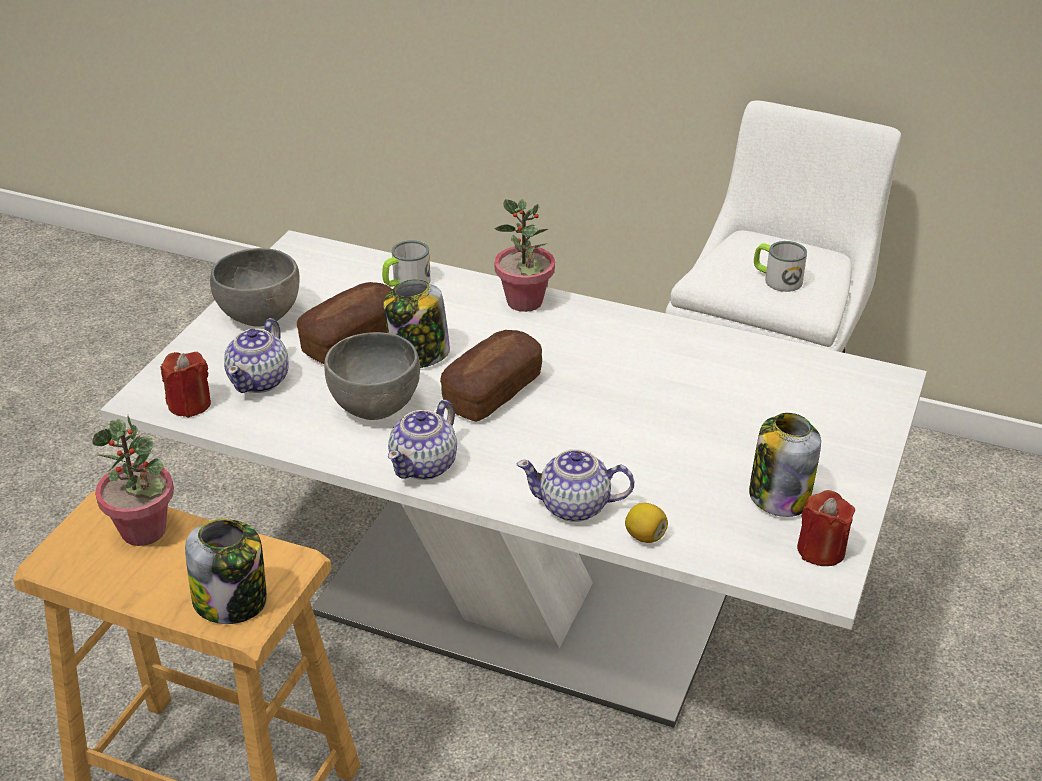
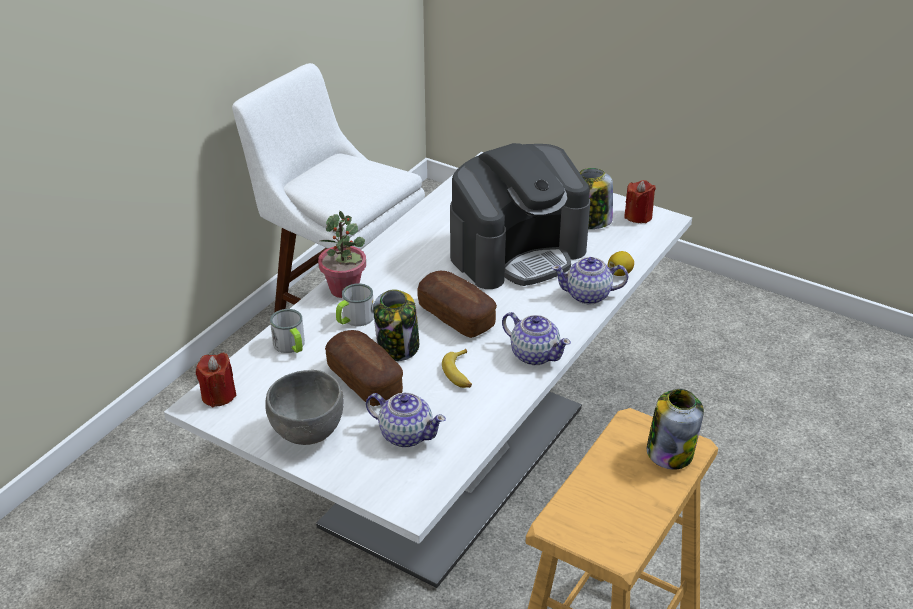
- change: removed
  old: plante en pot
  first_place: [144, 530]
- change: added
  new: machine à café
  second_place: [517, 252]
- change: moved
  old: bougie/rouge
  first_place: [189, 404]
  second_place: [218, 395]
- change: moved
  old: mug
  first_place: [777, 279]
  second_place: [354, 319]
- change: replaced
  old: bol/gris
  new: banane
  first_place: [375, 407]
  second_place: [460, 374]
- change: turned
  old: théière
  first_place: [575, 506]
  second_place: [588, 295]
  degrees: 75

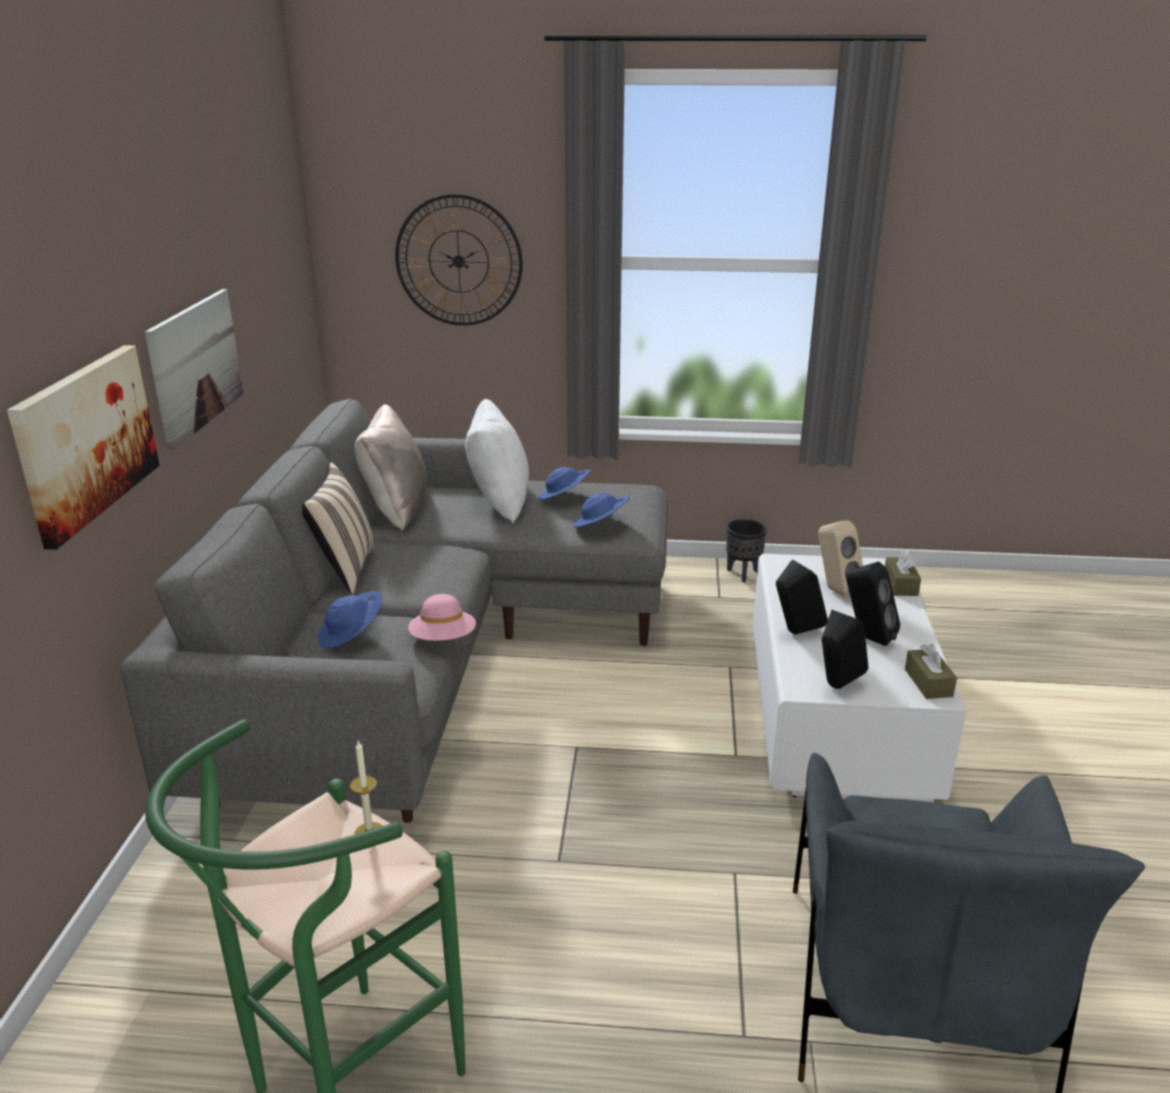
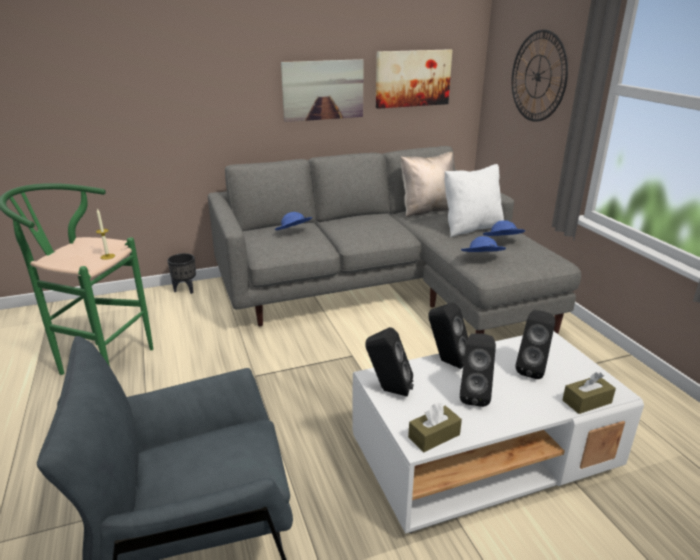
- change: removed
  old: coussin/beige
  first_place: [344, 570]
- change: removed
  old: chapeau/rose
  first_place: [443, 640]
- change: moved
  old: tableau
  first_place: [86, 440]
  second_place: [412, 78]
- change: moved
  old: cache-pot/noir
  first_place: [742, 574]
  second_place: [186, 289]
- change: recoloured
  old: enceinte/beige
  new: enceinte/noir
  first_place: [835, 591]
  second_place: [532, 369]

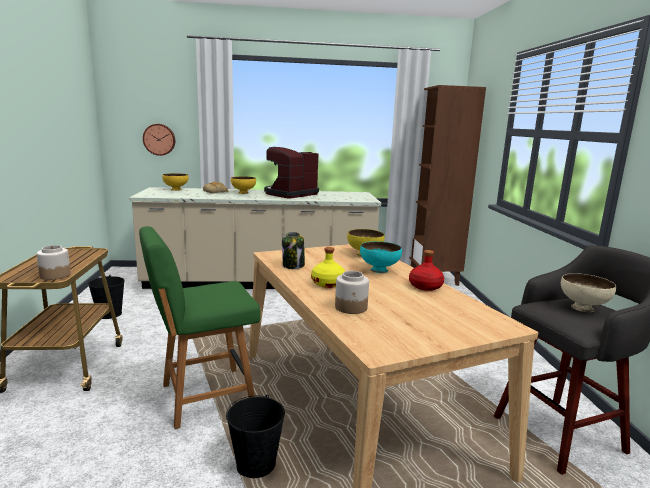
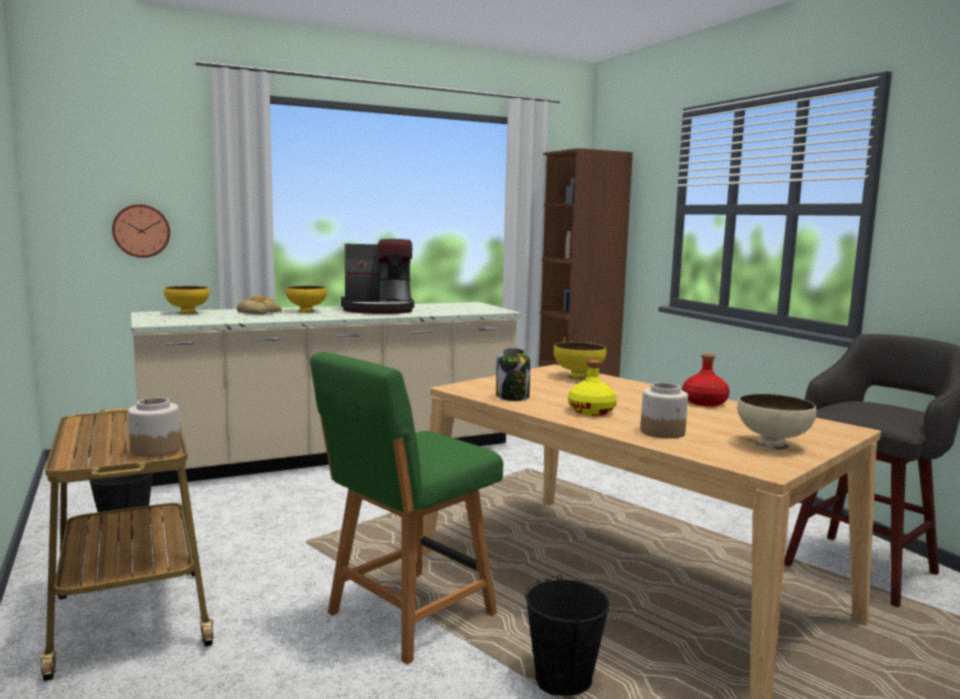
- change: removed
  old: bol/turquoise
  first_place: [379, 270]
- change: moved
  old: bol/beige
  first_place: [583, 308]
  second_place: [773, 445]
- change: turned
  old: machine à café
  first_place: [290, 194]
  second_place: [378, 309]
  degrees: -120

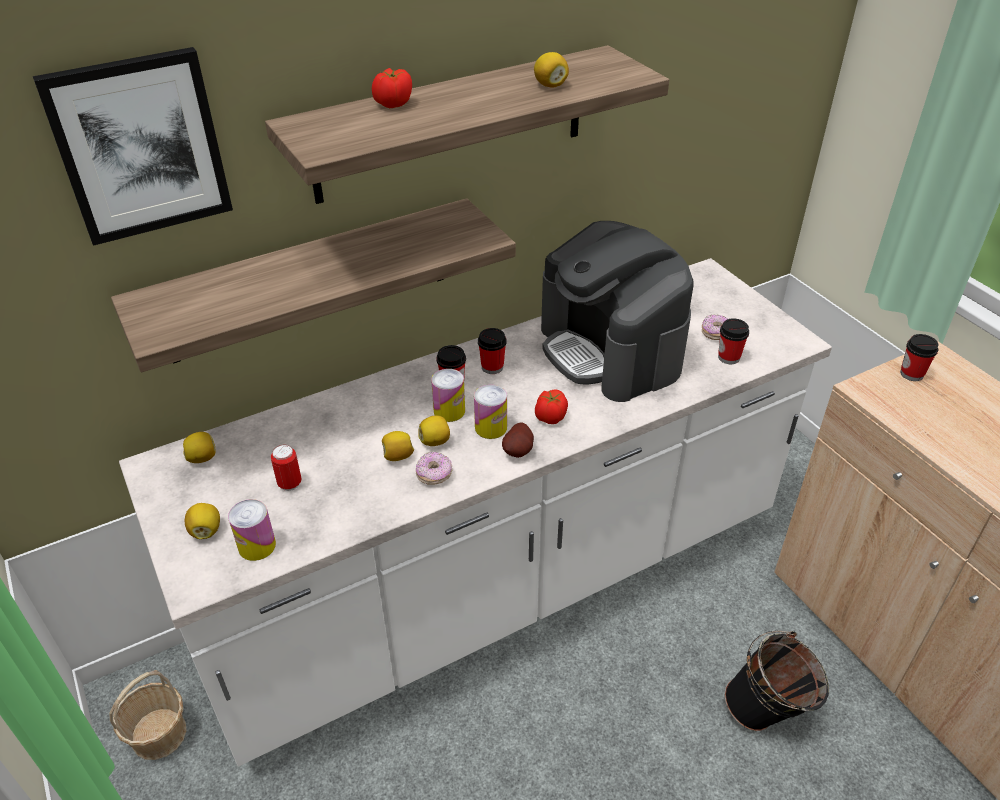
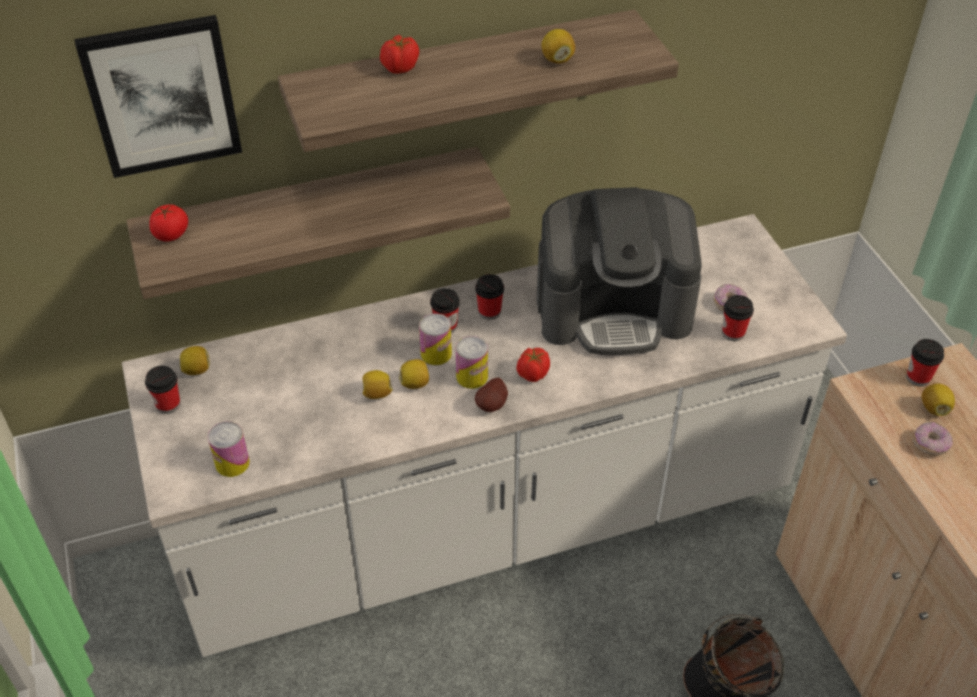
- change: removed
  old: panier
  first_place: [159, 734]
- change: removed
  old: boîte métallique
  first_place: [290, 484]
- change: added
  new: tasse
  second_place: [168, 404]
- change: added
  new: tomate
  second_place: [171, 234]
- change: moved
  old: citron
  first_place: [206, 531]
  second_place: [934, 408]
- change: moved
  old: beignet
  first_place: [434, 475]
  second_place: [930, 444]
- change: turned
  old: machine à café
  first_place: [611, 350]
  second_place: [614, 309]
  degrees: -75

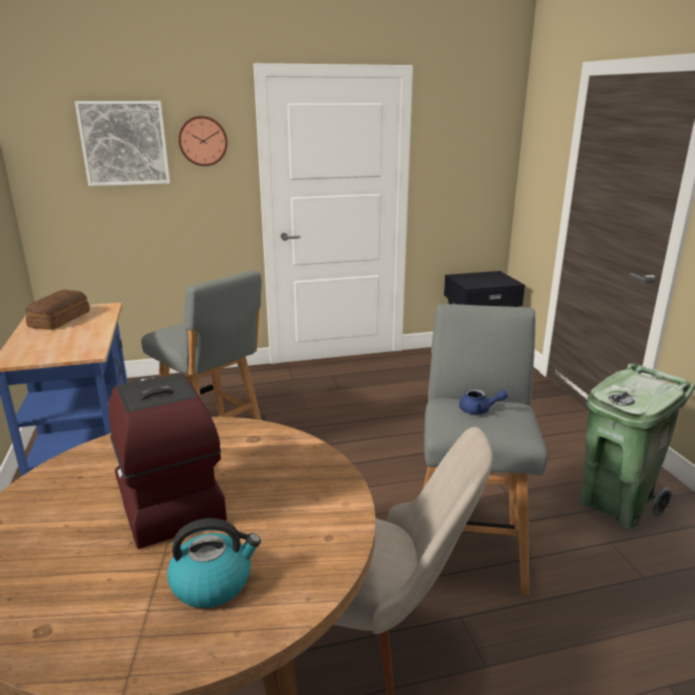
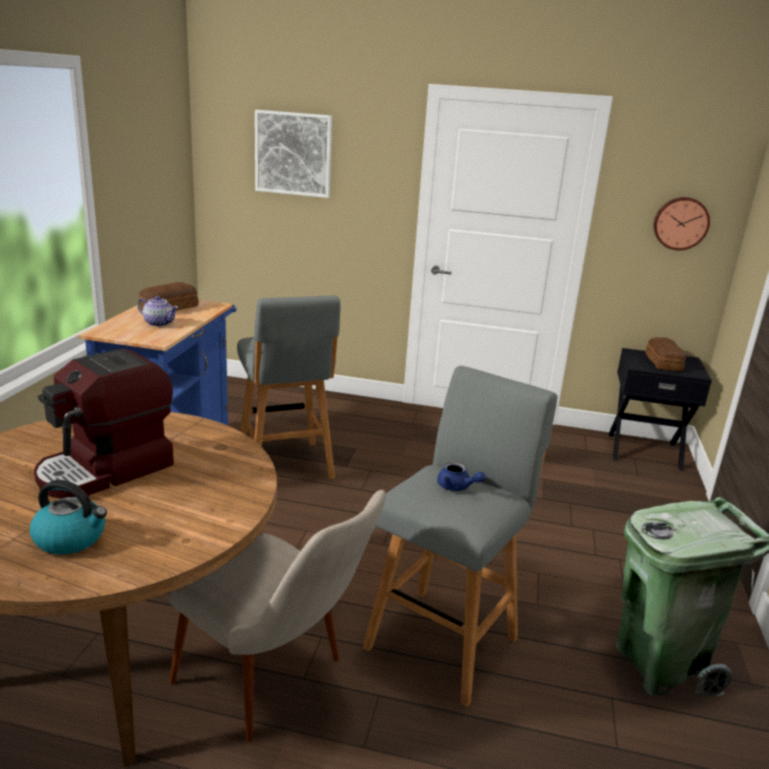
- change: added
  new: théière
  second_place: [159, 323]
- change: added
  new: pain
  second_place: [664, 362]
- change: moved
  old: horloge murale
  first_place: [203, 141]
  second_place: [680, 223]
- change: turned
  old: machine à café
  first_place: [166, 499]
  second_place: [107, 470]
  degrees: -135

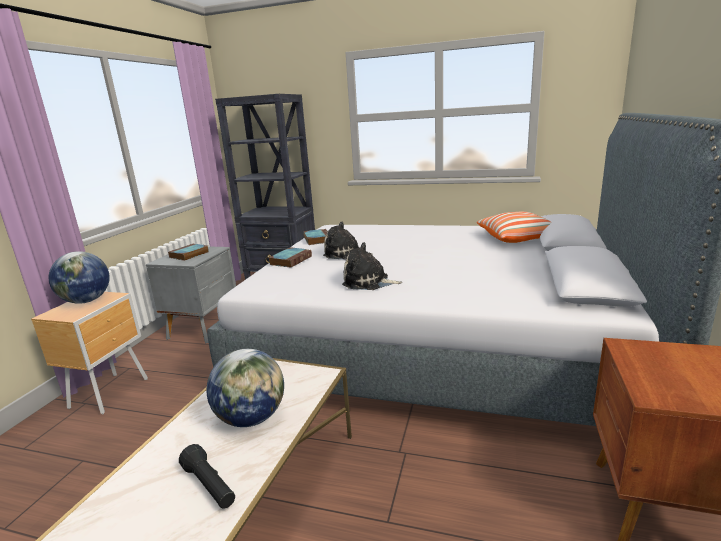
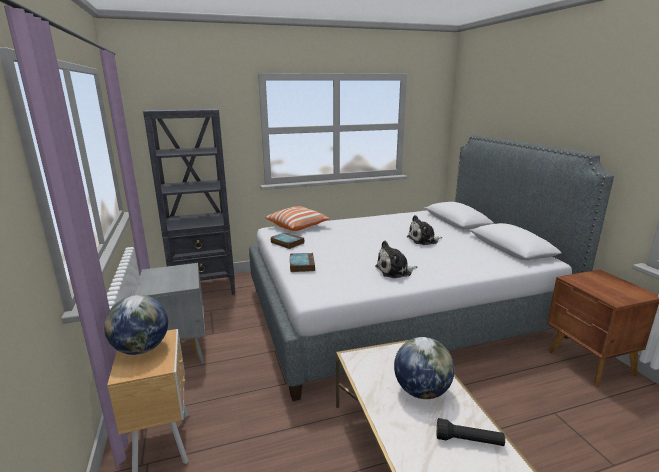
- change: removed
  old: livre
  first_place: [189, 255]
- change: moved
  old: peluche
  first_place: [345, 254]
  second_place: [424, 240]
- change: moved
  old: coussin
  first_place: [518, 238]
  second_place: [298, 226]

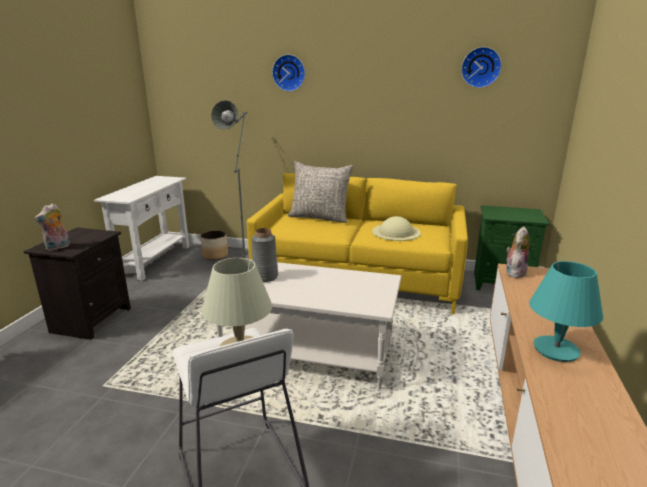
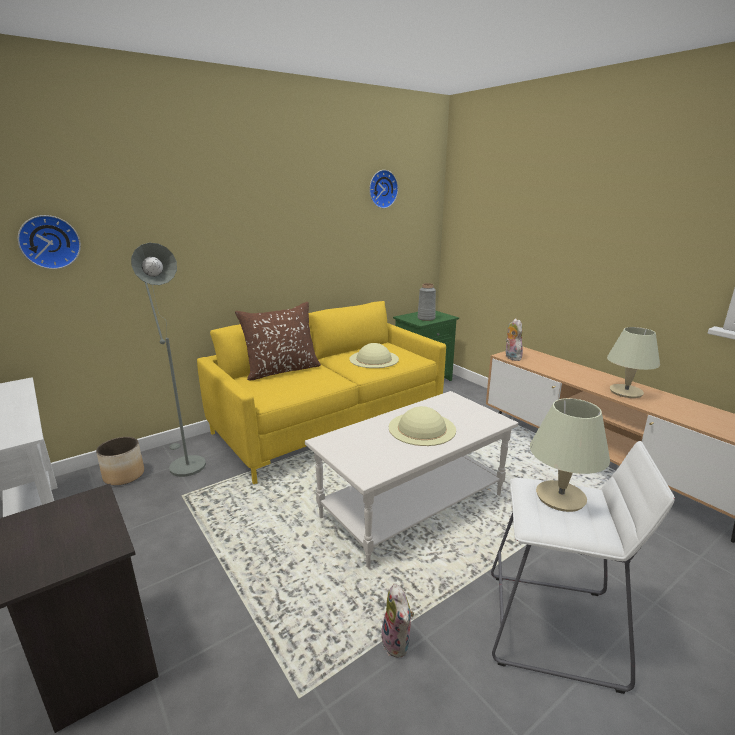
- change: added
  new: chapeau/beige
  second_place: [422, 428]
- change: moved
  old: peluche
  first_place: [58, 248]
  second_place: [398, 643]
- change: moved
  old: vase/gris
  first_place: [265, 276]
  second_place: [426, 318]
- change: moved
  old: horloge murale
  first_place: [289, 73]
  second_place: [49, 242]
- change: recoloured
  old: coussin/gris
  new: coussin/marron
  first_place: [319, 217]
  second_place: [281, 370]
- change: recoloured
  old: lampe de table/turquoise
  new: lampe de table/beige
  first_place: [556, 349]
  second_place: [625, 392]

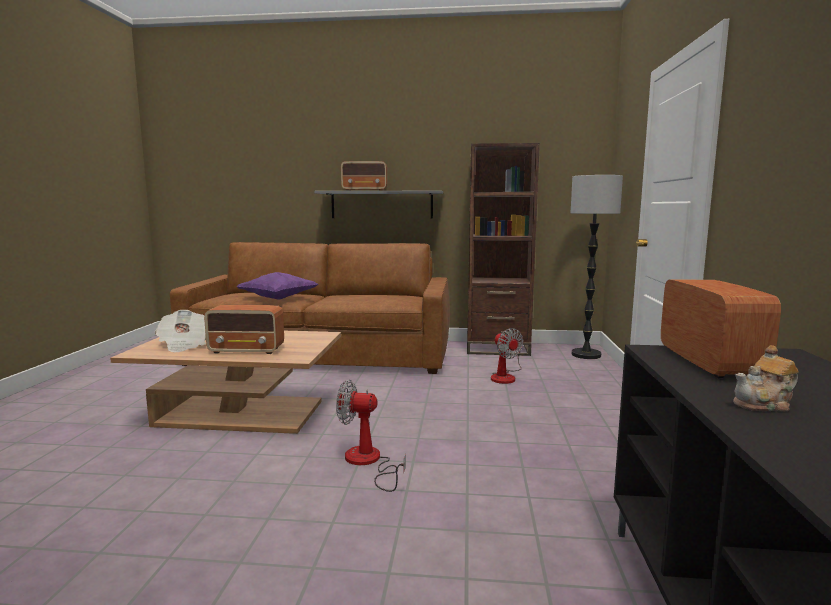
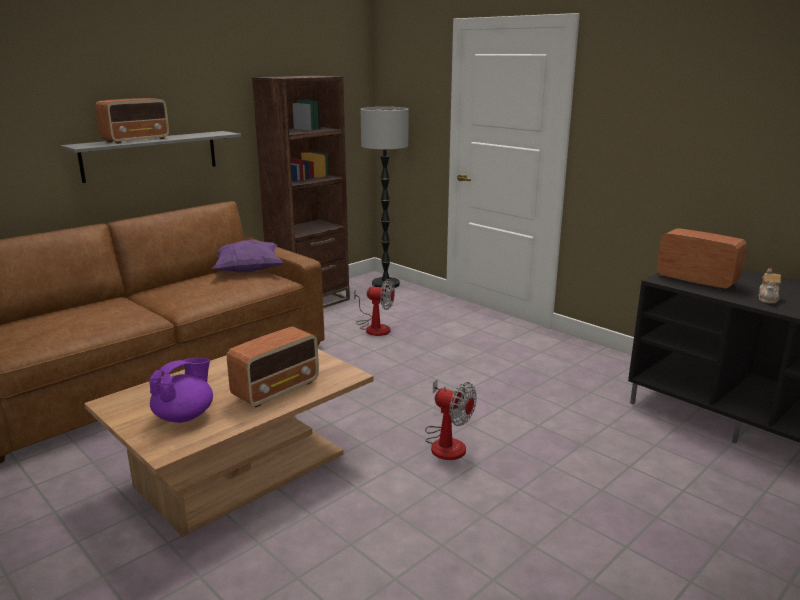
- change: moved
  old: coussin/violet
  first_place: [278, 298]
  second_place: [247, 271]
- change: replaced
  old: journal
  new: théière/violet
  first_place: [184, 345]
  second_place: [185, 416]
- change: turned
  old: ventilateur
  first_place: [368, 462]
  second_place: [446, 442]
  degrees: -105

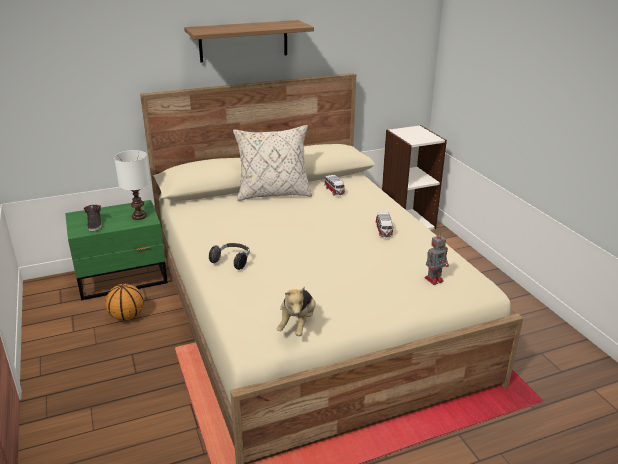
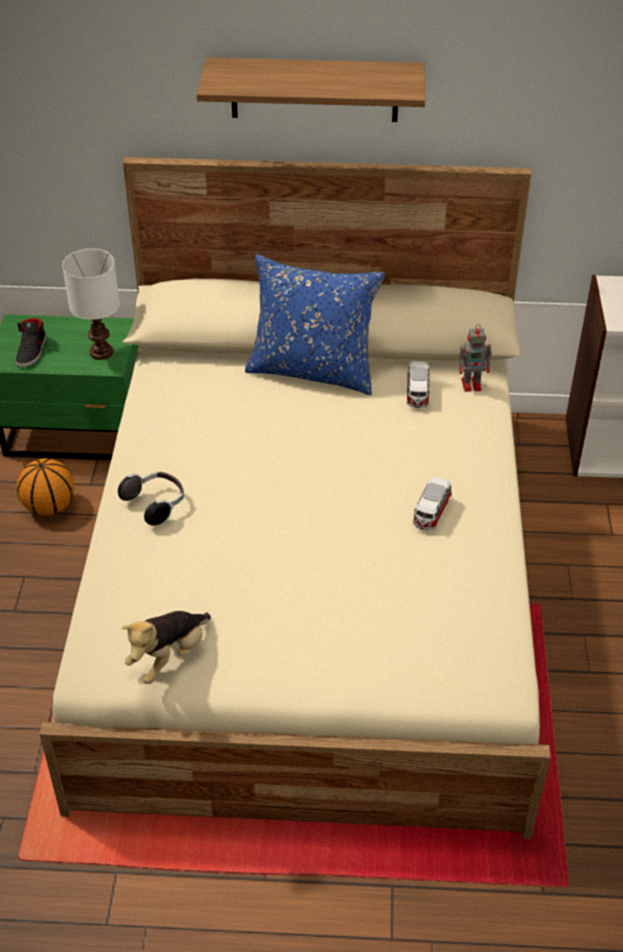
- change: moved
  old: robot jouet
  first_place: [434, 279]
  second_place: [472, 384]
- change: recoloured
  old: coussin/beige
  new: coussin/bleu
  first_place: [273, 193]
  second_place: [313, 371]

